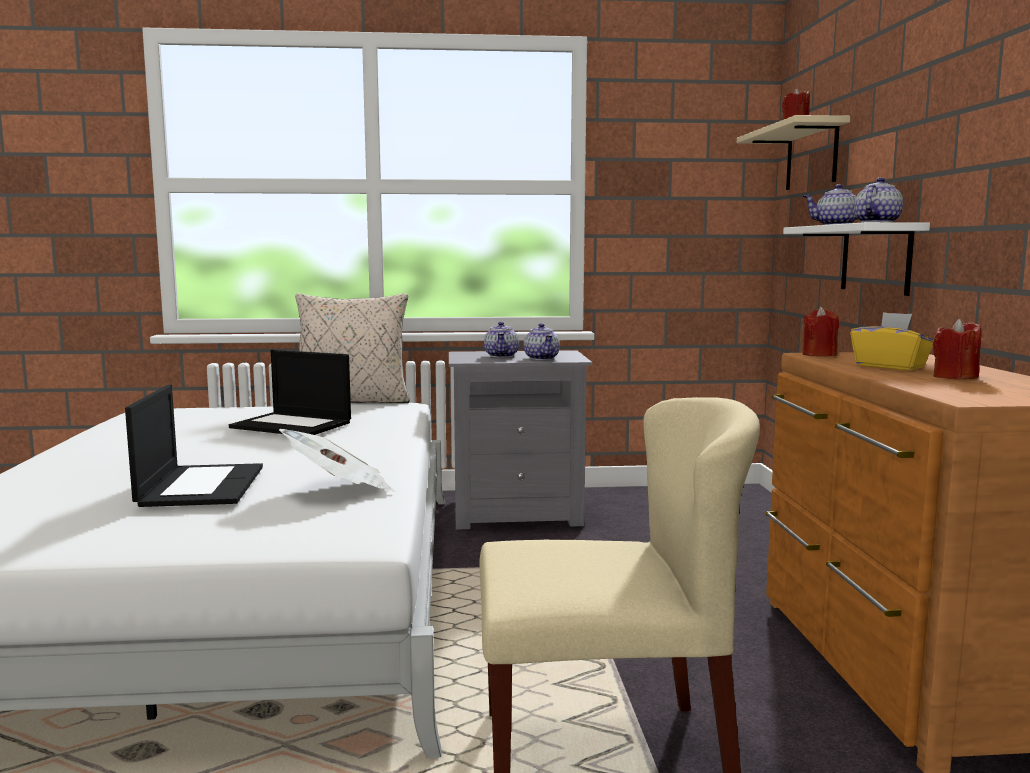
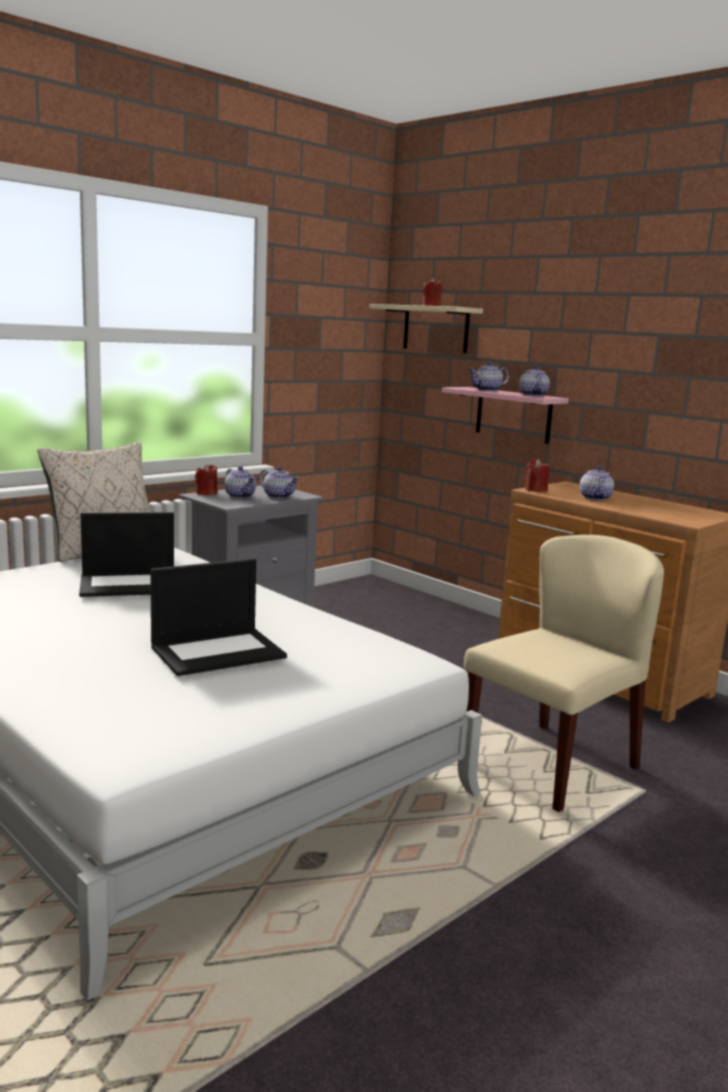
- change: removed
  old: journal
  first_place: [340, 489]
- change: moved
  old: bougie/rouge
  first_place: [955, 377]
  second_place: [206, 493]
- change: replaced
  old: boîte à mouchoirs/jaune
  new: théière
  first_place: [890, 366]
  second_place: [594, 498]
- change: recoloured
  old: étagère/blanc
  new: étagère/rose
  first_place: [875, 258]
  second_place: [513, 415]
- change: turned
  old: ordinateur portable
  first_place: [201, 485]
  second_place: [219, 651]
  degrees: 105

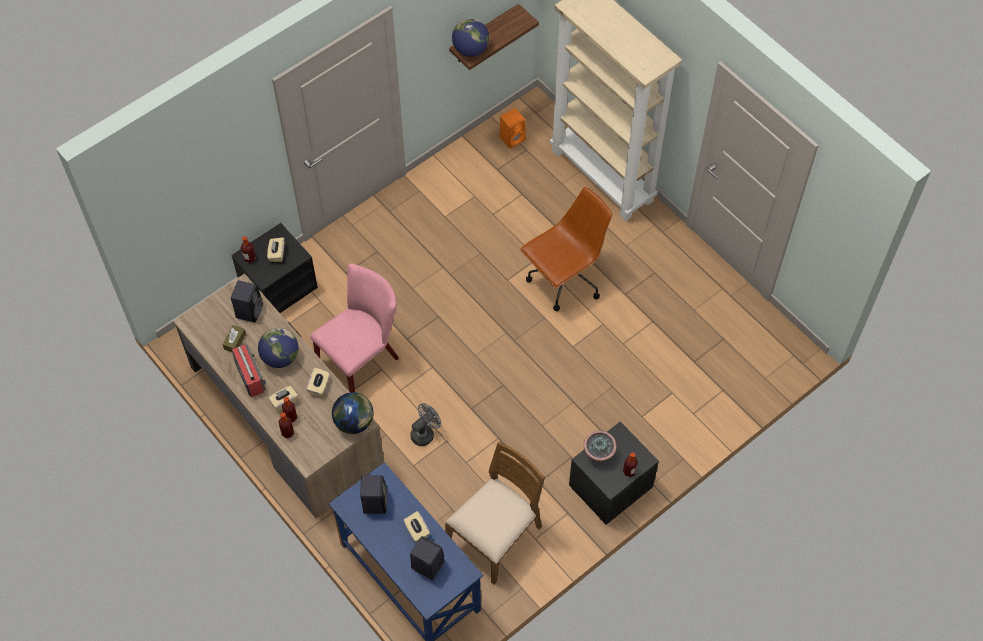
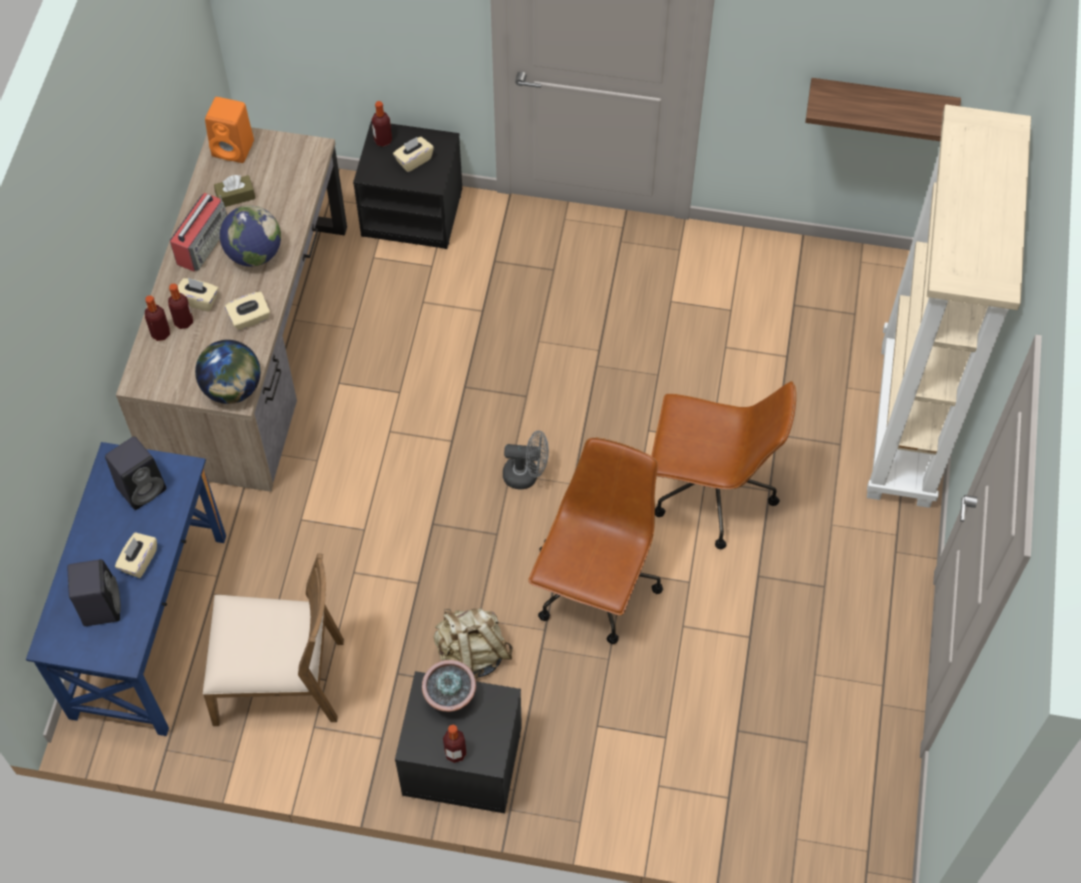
- change: removed
  old: enceinte/noir
  first_place: [249, 310]
- change: removed
  old: chaise/rose
  first_place: [362, 357]
- change: removed
  old: globe
  first_place: [470, 50]
- change: added
  new: sac à dos/beige
  second_place: [472, 654]
- change: added
  new: chaise de bureau/marron
  second_place: [595, 588]
- change: moved
  old: ventilateur/gris
  first_place: [425, 433]
  second_place: [526, 475]
- change: moved
  old: enceinte/orange
  first_place: [513, 138]
  second_place: [234, 148]

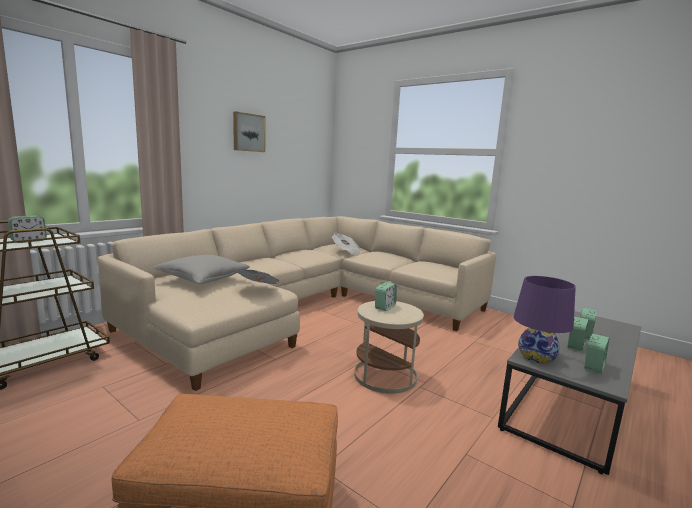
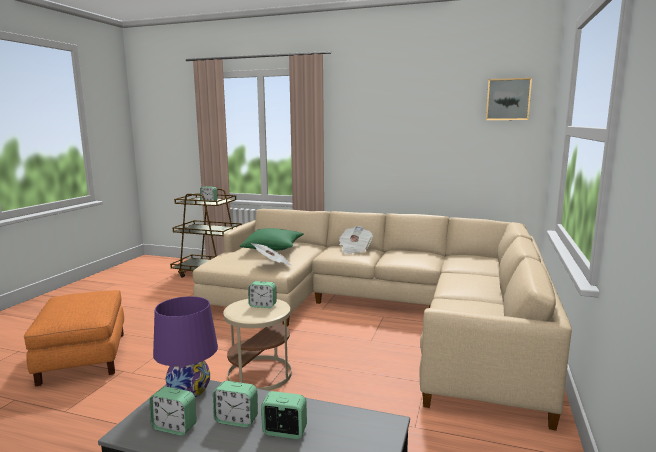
- change: moved
  old: tableau
  first_place: [248, 132]
  second_place: [508, 99]
- change: moved
  old: journal
  first_place: [346, 252]
  second_place: [354, 249]
- change: recoloured
  old: coussin/gris
  new: coussin/vert
  first_place: [203, 279]
  second_place: [273, 248]

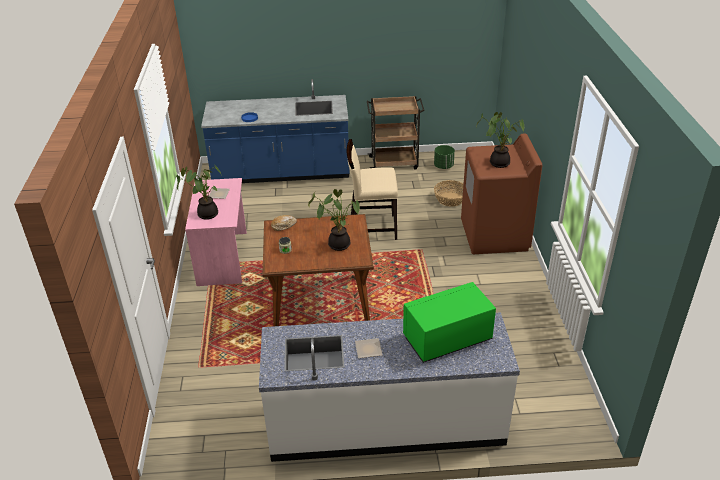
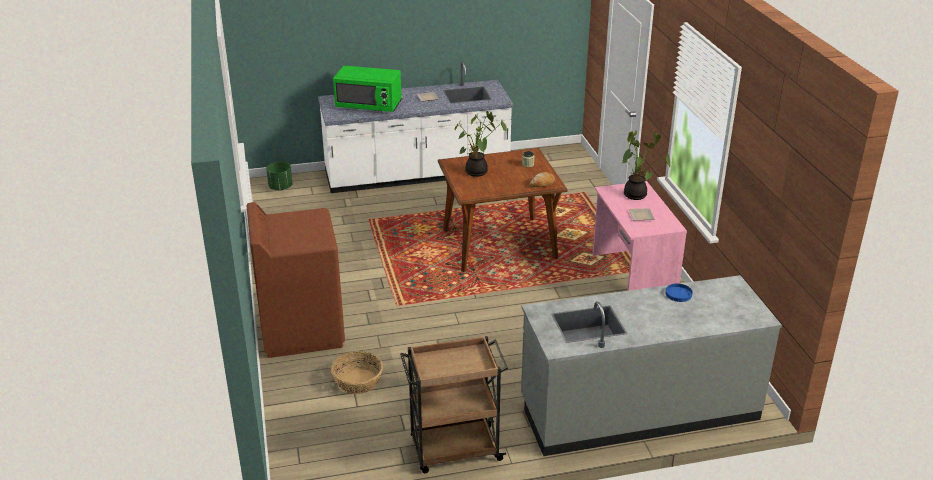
- change: removed
  old: chaise/beige
  first_place: [372, 227]
- change: removed
  old: plante en pot
  first_place: [498, 162]
- change: moved
  old: cache-pot/vert
  first_place: [443, 166]
  second_place: [280, 187]
- change: recoloured
  old: comptoir de cuisine/bleu
  new: comptoir de cuisine/gris
  first_place: [281, 173]
  second_place: [638, 409]
- change: turned
  old: micro-ondes/vert
  first_place: [447, 339]
  second_place: [369, 106]
  degrees: 45

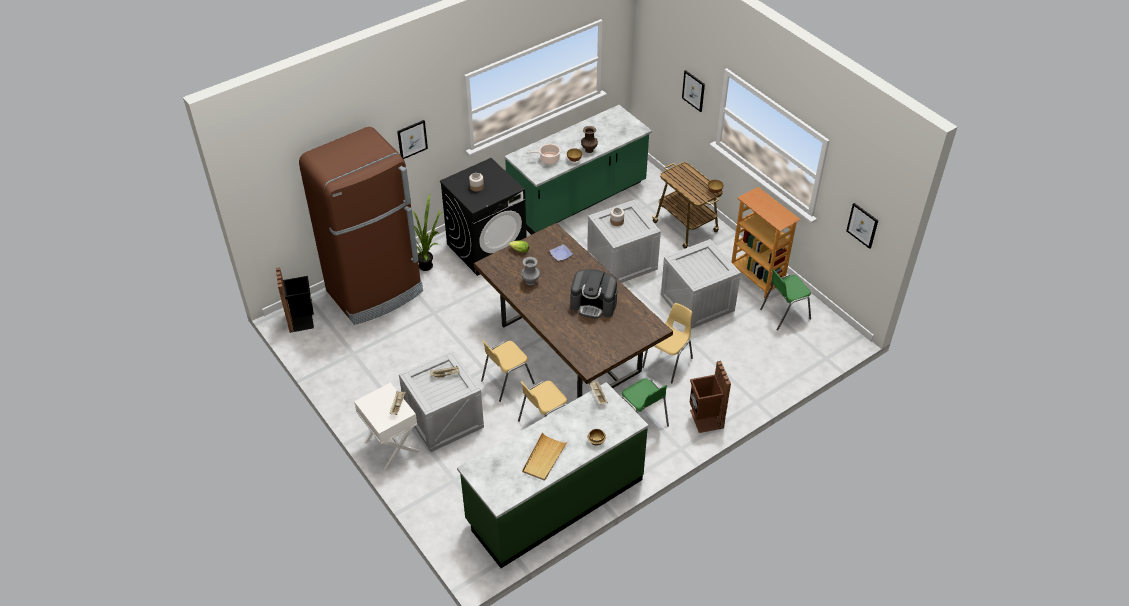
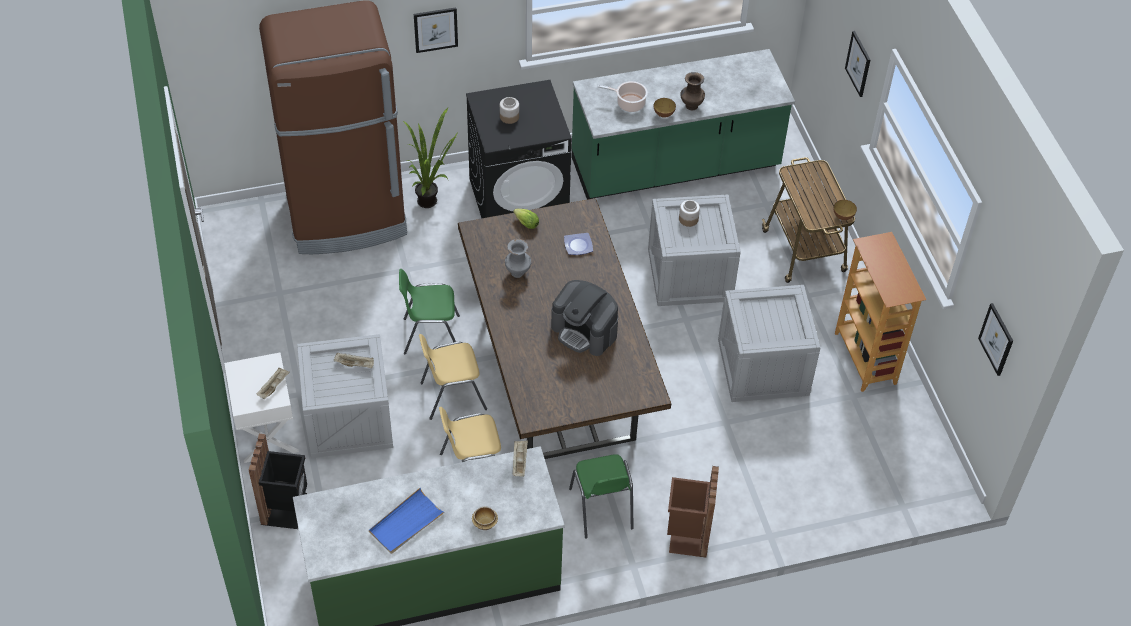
- change: removed
  old: chaise/jaune
  first_place: [668, 362]
- change: moved
  old: poubelle/noir
  first_place: [302, 320]
  second_place: [286, 508]
- change: moved
  old: chaise/vert
  first_place: [784, 314]
  second_place: [431, 335]
- change: recoloured
  old: plateau/beige
  new: plateau/bleu
  first_place: [544, 458]
  second_place: [406, 523]

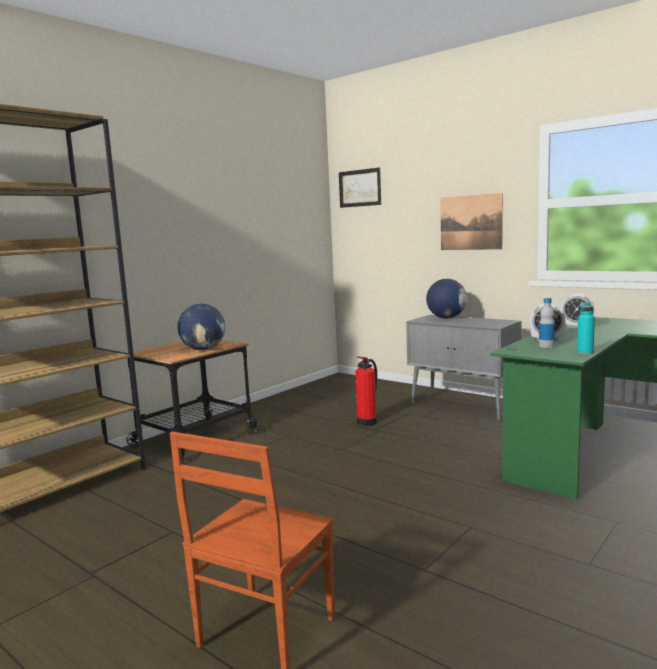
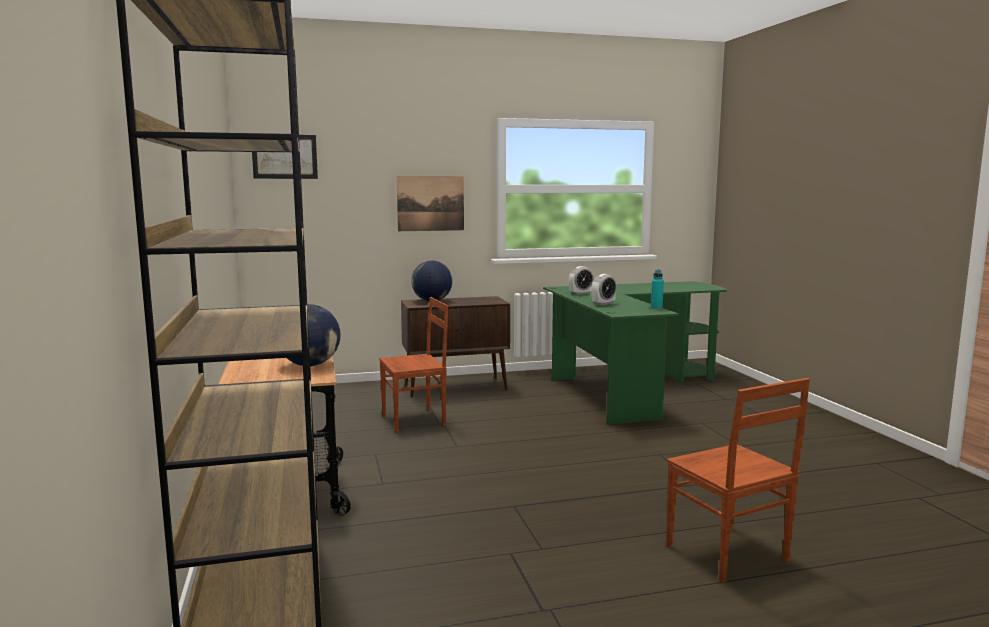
- change: removed
  old: bouteille
  first_place: [546, 346]
- change: replaced
  old: extincteur
  new: chaise/marron
  first_place: [368, 421]
  second_place: [415, 420]
- change: recoloured
  old: meuble de rangement/gris
  new: meuble de rangement/marron
  first_place: [463, 407]
  second_place: [456, 387]

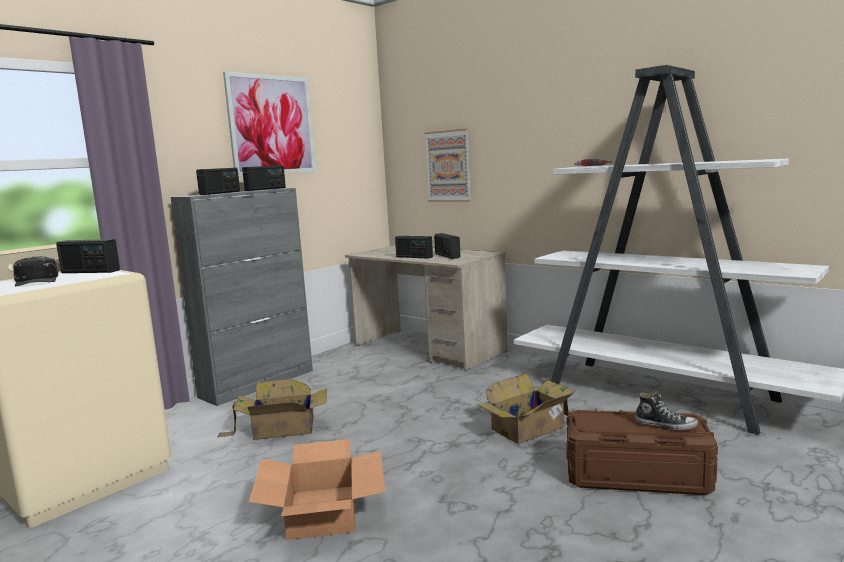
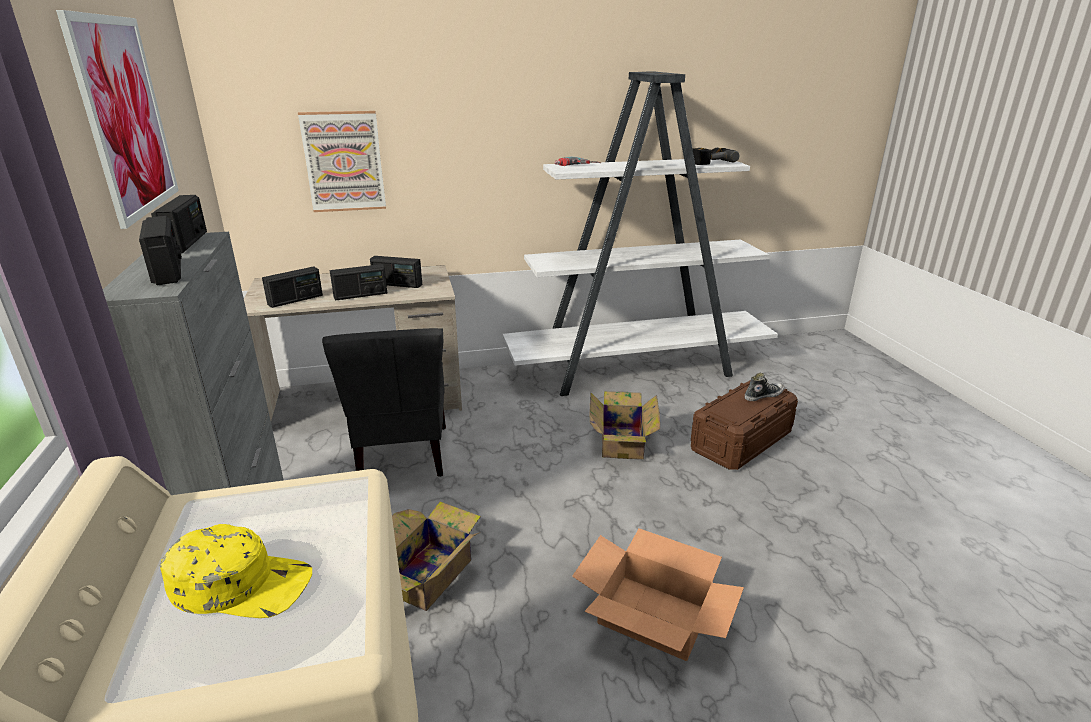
- change: added
  new: chaise/gris
  second_place: [402, 455]
- change: added
  new: perceuse
  second_place: [708, 162]
- change: moved
  old: radio
  first_place: [90, 271]
  second_place: [295, 300]
- change: recoloured
  old: casquette/noir
  new: casquette/jaune
  first_place: [37, 280]
  second_place: [241, 583]

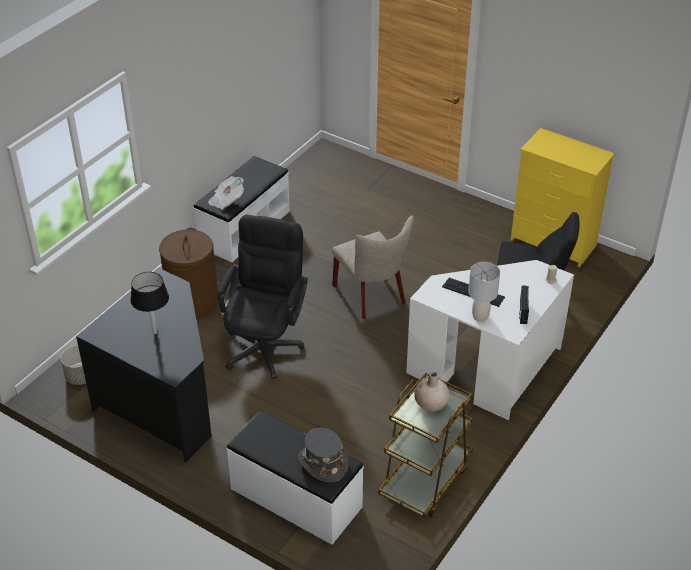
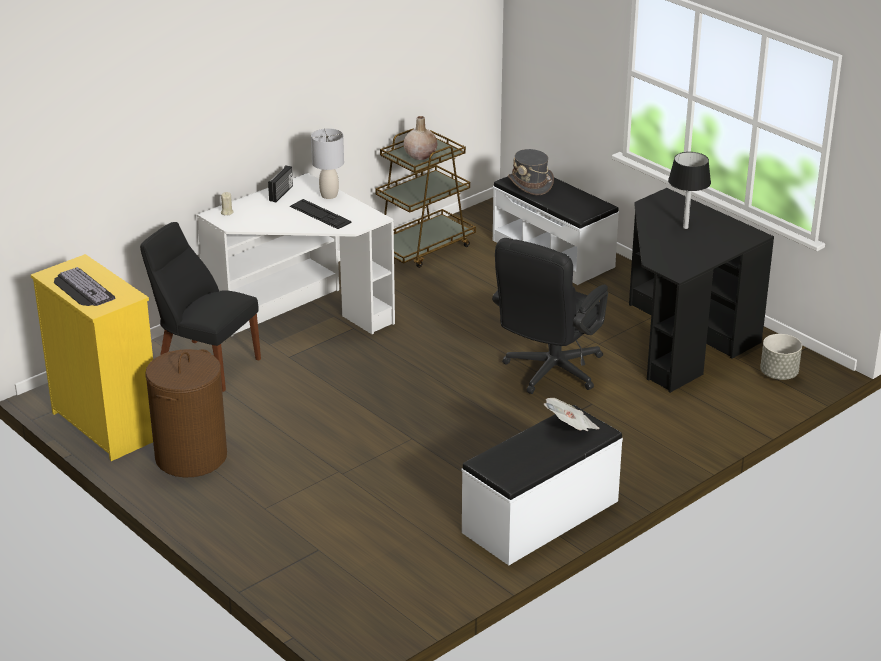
- change: removed
  old: chaise/beige
  first_place: [372, 296]
- change: added
  new: clavier
  second_place: [81, 288]
- change: moved
  old: panier à linge/marron
  first_place: [192, 303]
  second_place: [191, 457]

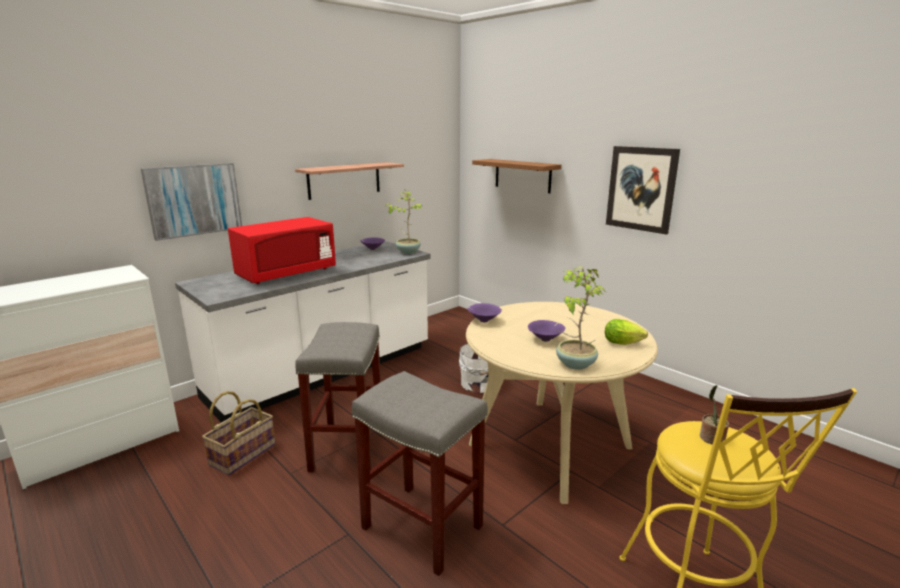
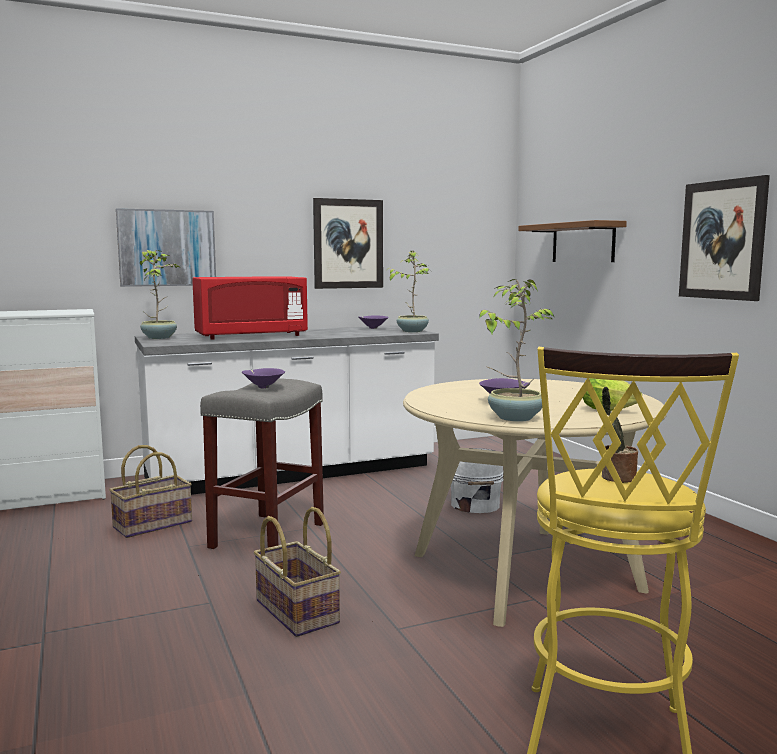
- change: added
  new: plante en pot
  second_place: [160, 338]
- change: moved
  old: bol/violet
  first_place: [483, 321]
  second_place: [263, 387]
- change: replaced
  old: étagère
  new: tableau
  first_place: [344, 180]
  second_place: [348, 244]
- change: replaced
  old: tabouret/gris
  new: panier
  first_place: [420, 527]
  second_place: [295, 612]

